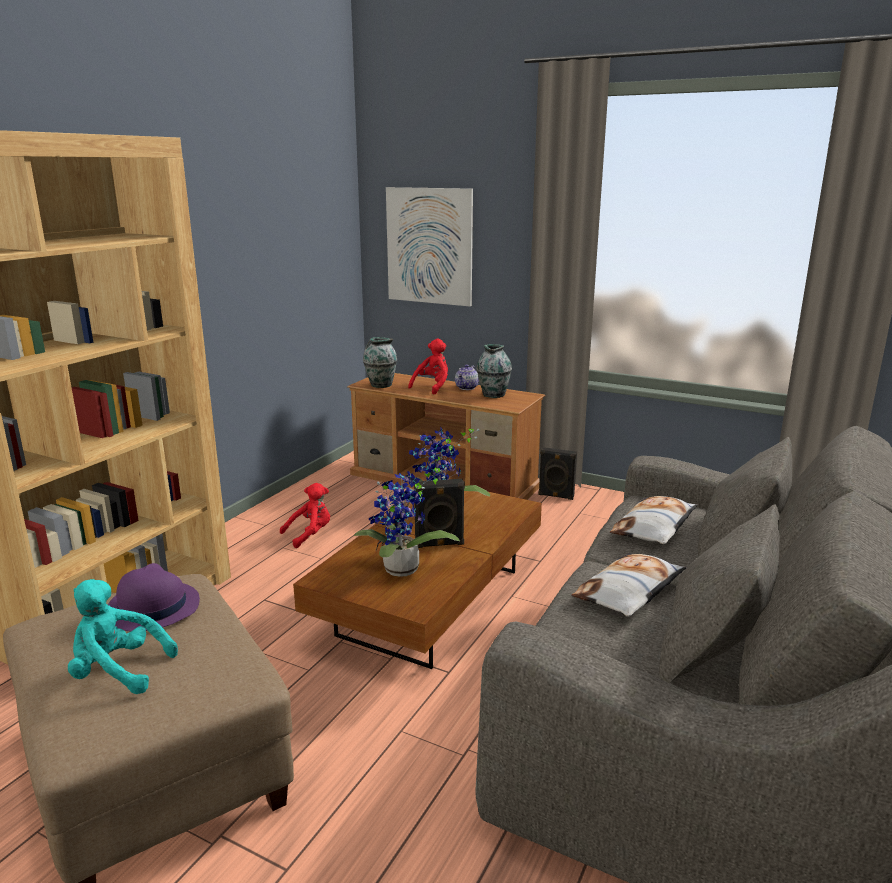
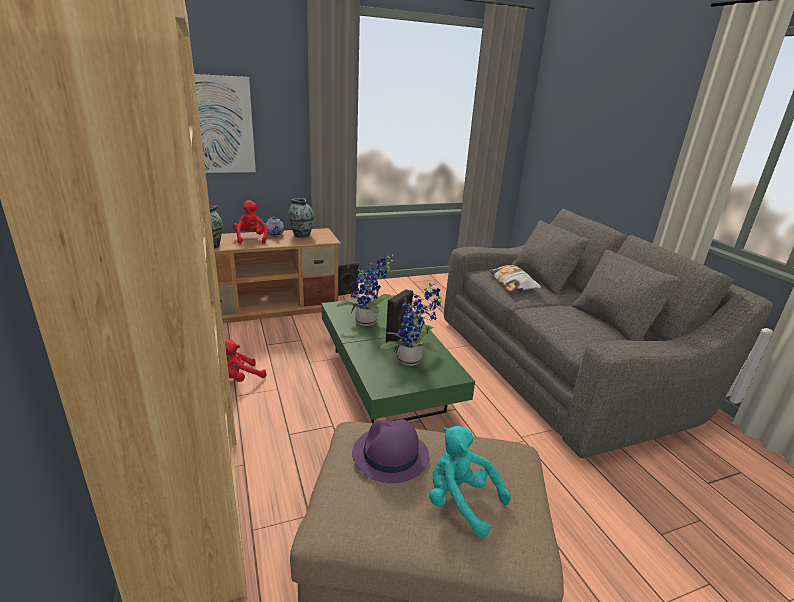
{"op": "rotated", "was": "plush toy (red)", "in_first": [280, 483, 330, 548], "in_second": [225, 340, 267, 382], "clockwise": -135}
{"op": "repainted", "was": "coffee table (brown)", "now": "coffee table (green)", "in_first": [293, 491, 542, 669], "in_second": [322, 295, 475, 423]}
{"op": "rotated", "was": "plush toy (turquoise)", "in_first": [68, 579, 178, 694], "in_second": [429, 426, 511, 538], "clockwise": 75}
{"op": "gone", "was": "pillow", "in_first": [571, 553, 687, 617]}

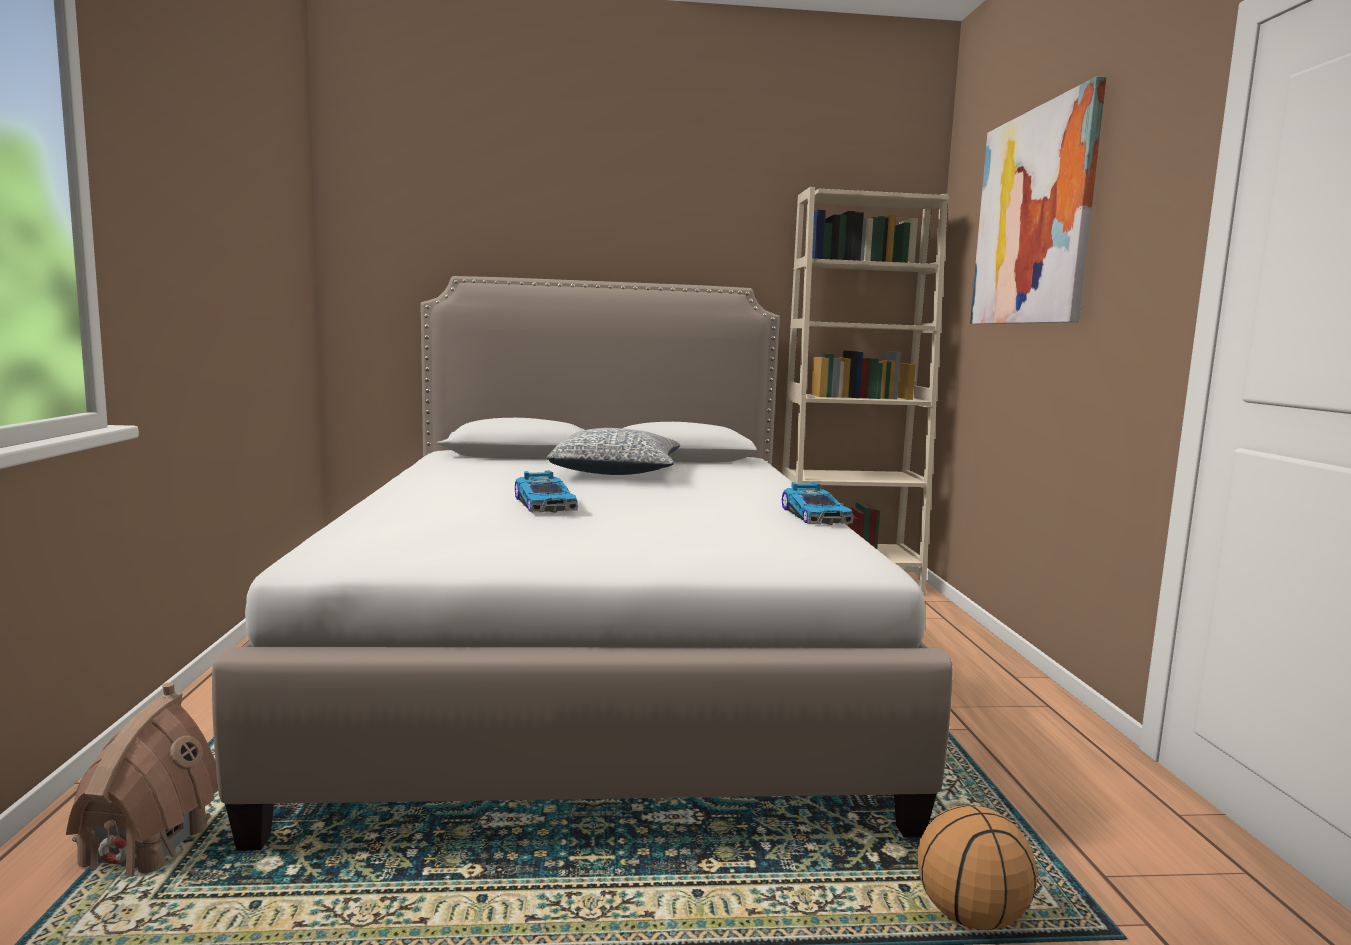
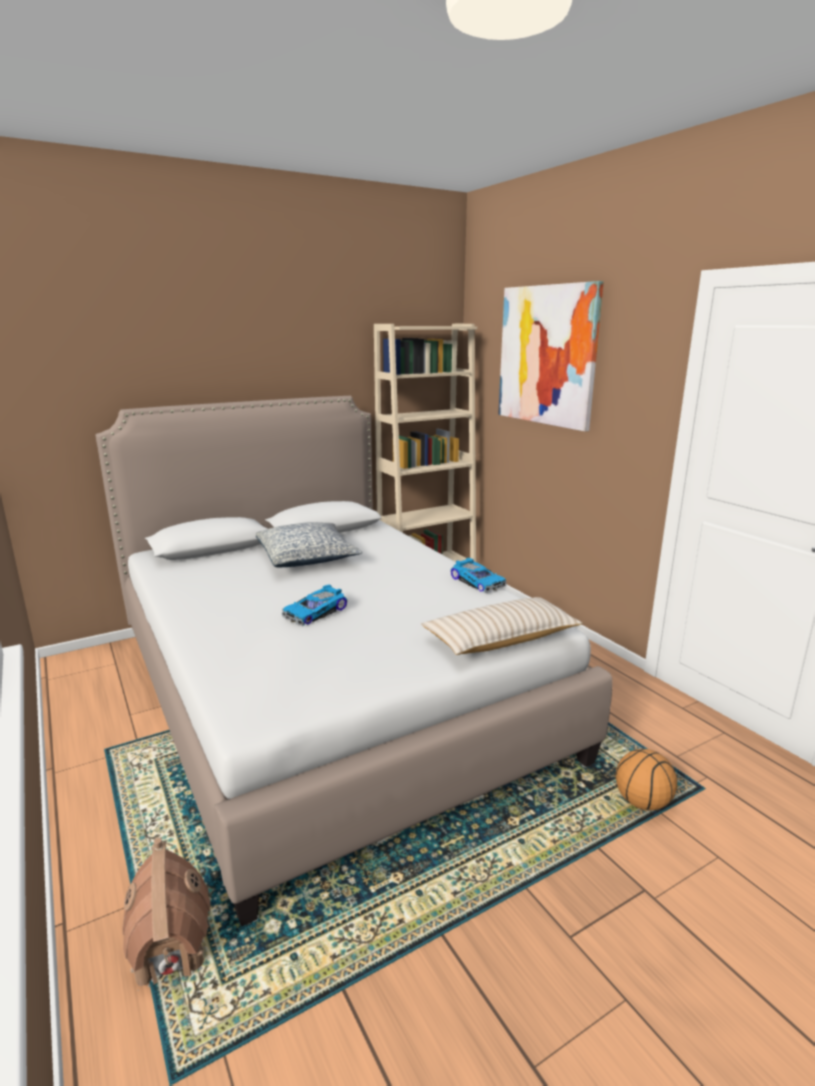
{"op": "rotated", "was": "toy car", "in_first": [515, 471, 578, 513], "in_second": [282, 584, 347, 626], "clockwise": 90}
{"op": "new", "now": "pillow (beige)", "in_second": [421, 597, 583, 655]}

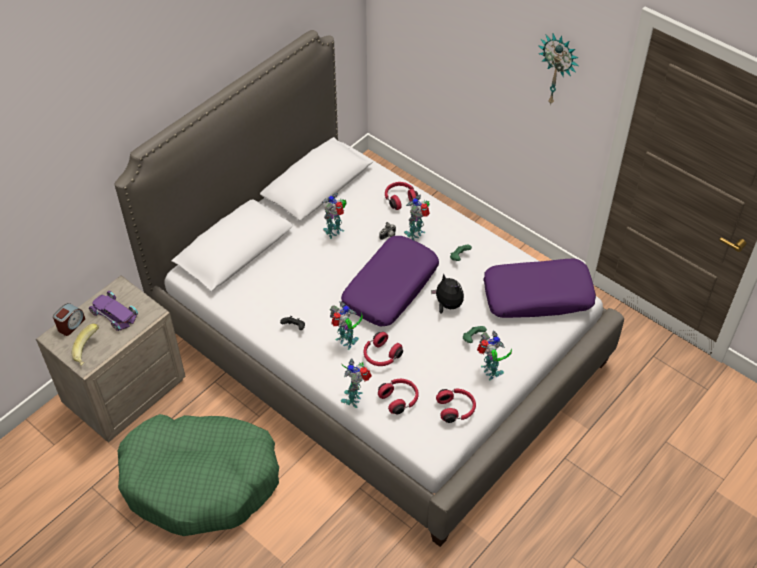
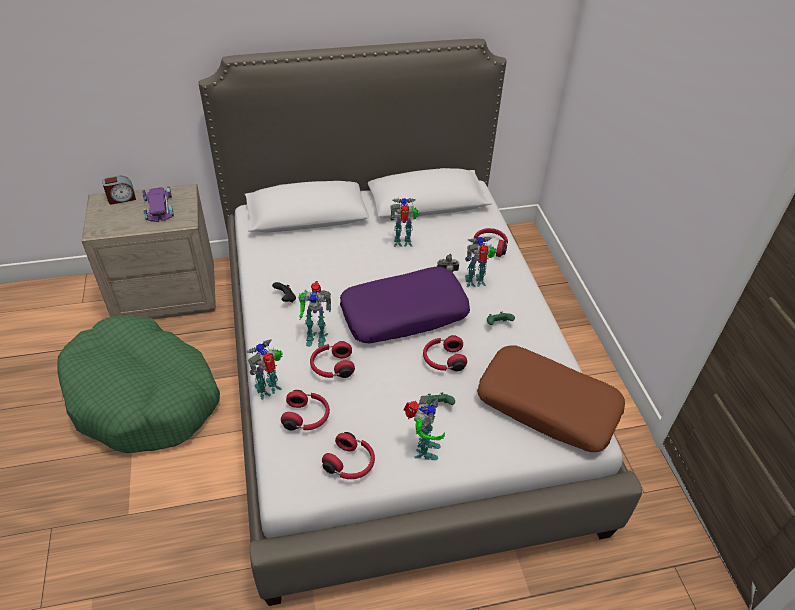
{"op": "rotated", "was": "toy robot", "in_first": [330, 301, 363, 350], "in_second": [298, 281, 331, 347], "clockwise": 105}
{"op": "swapped", "was": "plush toy", "now": "headphones (red)", "in_first": [431, 273, 464, 314], "in_second": [423, 335, 467, 371]}
{"op": "repainted", "was": "pillow (purple)", "now": "pillow (brown)", "in_first": [483, 259, 596, 318], "in_second": [477, 345, 625, 452]}
{"op": "gone", "was": "banana", "in_first": [72, 324, 99, 366]}
{"op": "gone", "was": "wall clock", "in_first": [538, 34, 579, 105]}

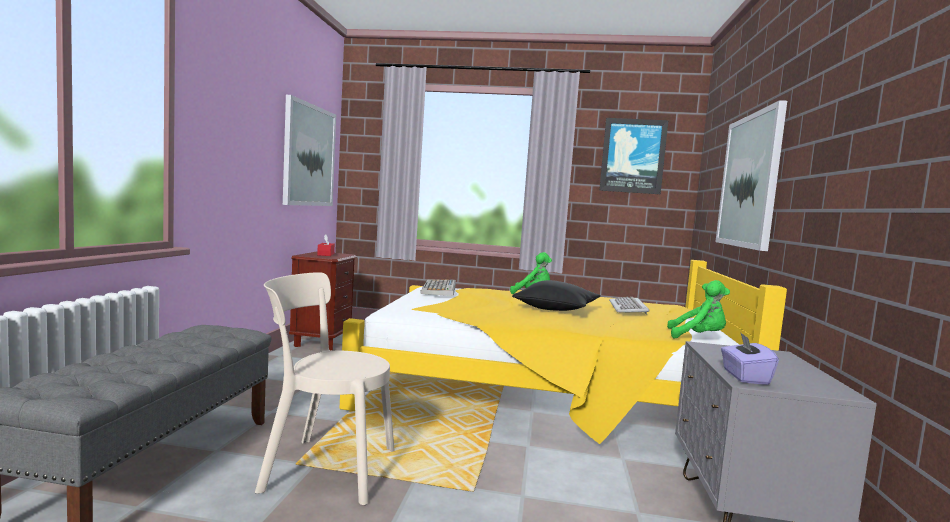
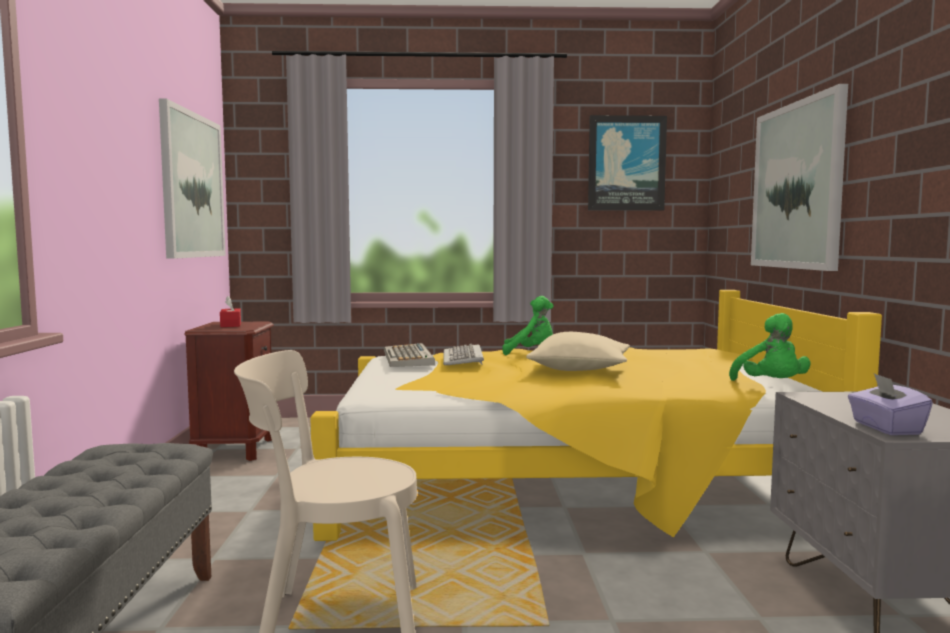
{"op": "shifted", "was": "keyboard", "in_first": [609, 297, 650, 315], "in_second": [443, 344, 484, 365]}
{"op": "repainted", "was": "pillow (black)", "now": "pillow (beige)", "in_first": [512, 280, 601, 311], "in_second": [526, 332, 630, 371]}
{"op": "rotated", "was": "plush toy (green)", "in_first": [667, 280, 730, 339], "in_second": [729, 313, 811, 381], "clockwise": 75}

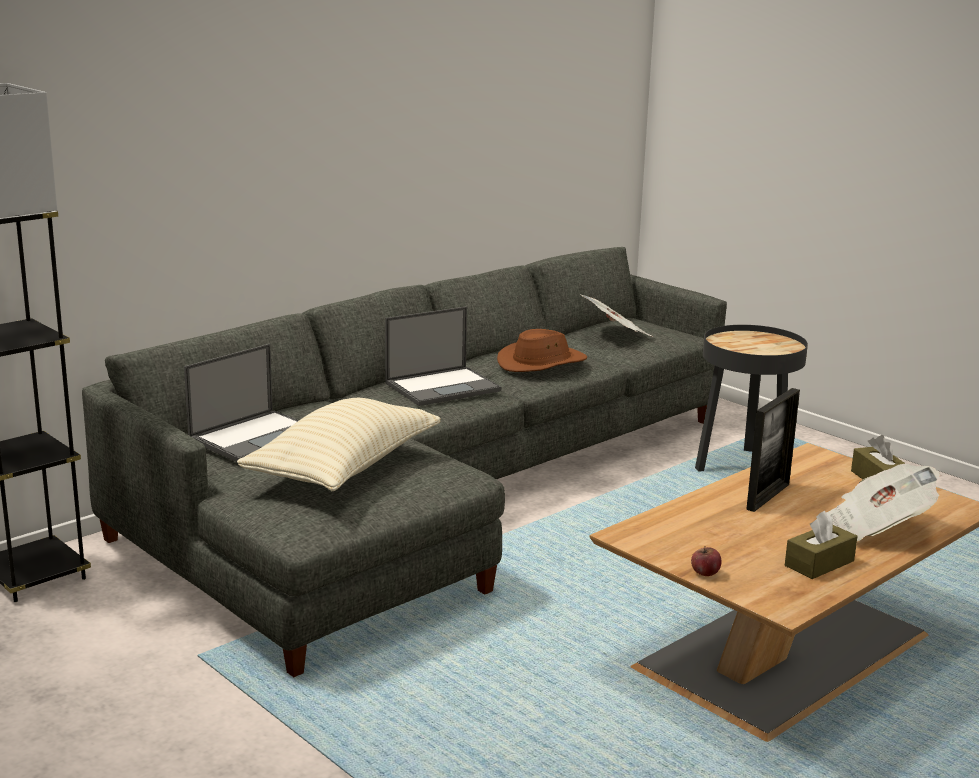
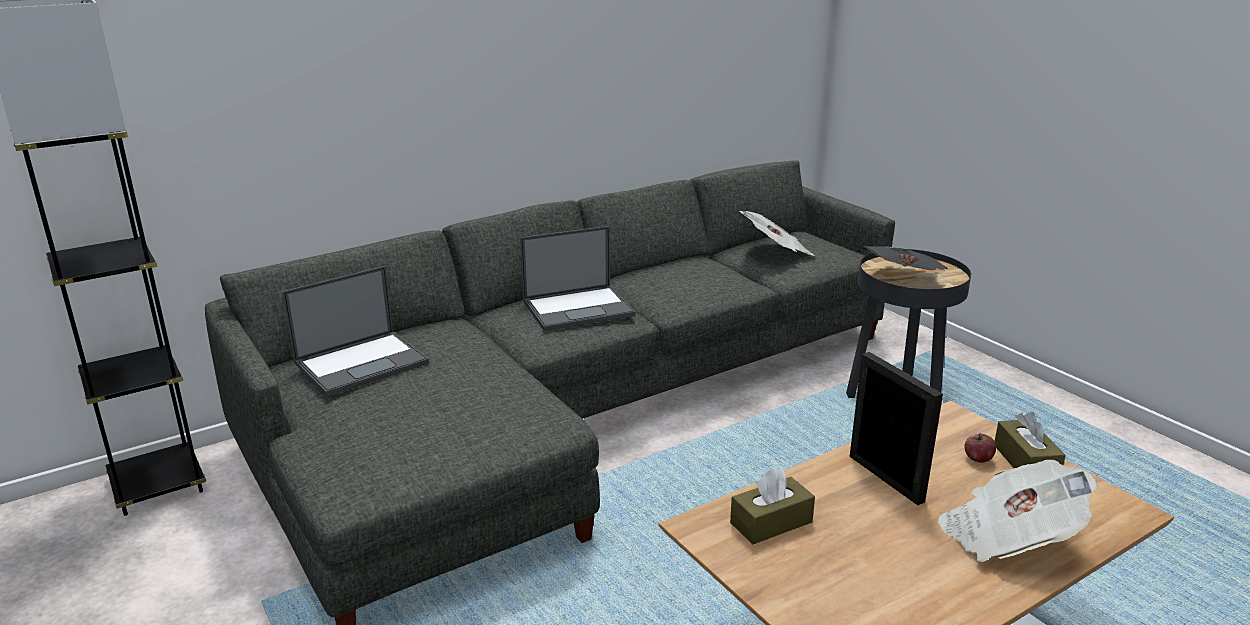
{"op": "shifted", "was": "tissue box (brown)", "in_first": [785, 511, 857, 579], "in_second": [730, 468, 815, 544]}
{"op": "rotated", "was": "picture frame", "in_first": [746, 388, 800, 512], "in_second": [850, 352, 943, 505], "clockwise": -75}
{"op": "new", "now": "newspaper", "in_second": [863, 246, 947, 270]}
{"op": "shifted", "was": "apple", "in_first": [691, 546, 722, 576], "in_second": [965, 433, 996, 463]}
{"op": "gone", "was": "pillow (beige)", "in_first": [237, 398, 441, 491]}
{"op": "gone", "was": "hat (brown)", "in_first": [497, 329, 587, 372]}

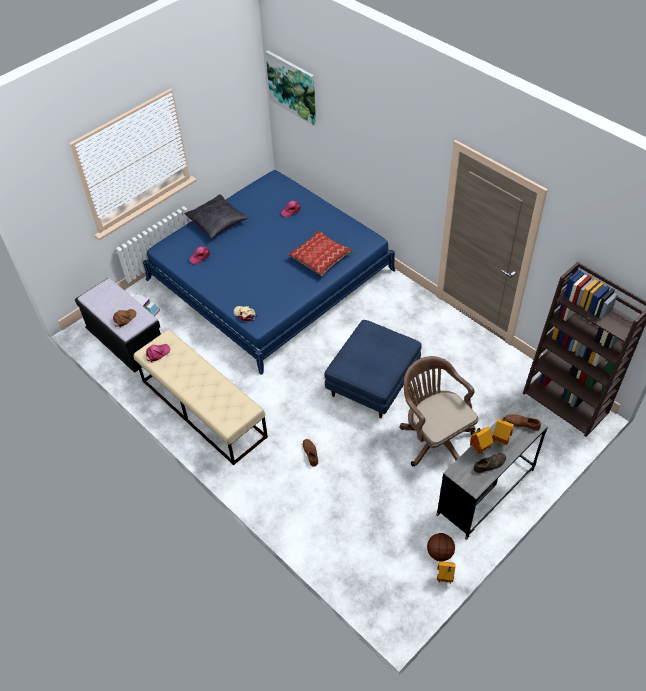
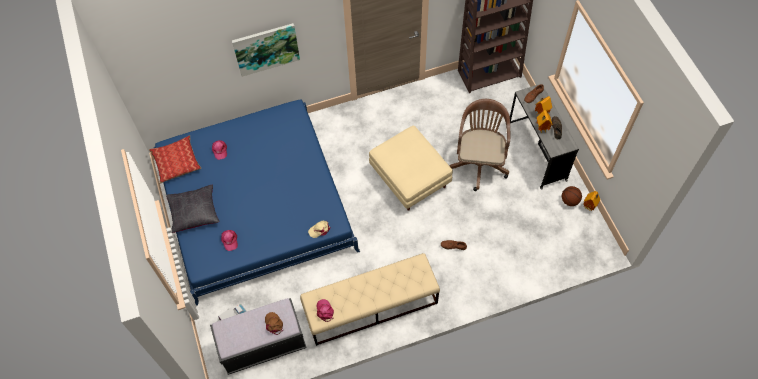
{"op": "shifted", "was": "pillow", "in_first": [287, 230, 353, 276], "in_second": [149, 135, 201, 183]}
{"op": "shifted", "was": "picture", "in_first": [266, 51, 316, 126], "in_second": [232, 23, 300, 77]}
{"op": "repainted", "was": "ottoman (blue)", "now": "ottoman (beige)", "in_first": [325, 320, 422, 418], "in_second": [369, 126, 453, 211]}
{"op": "rotated", "was": "office chair (brown)", "in_first": [399, 356, 479, 467], "in_second": [450, 99, 510, 191], "clockwise": 105}

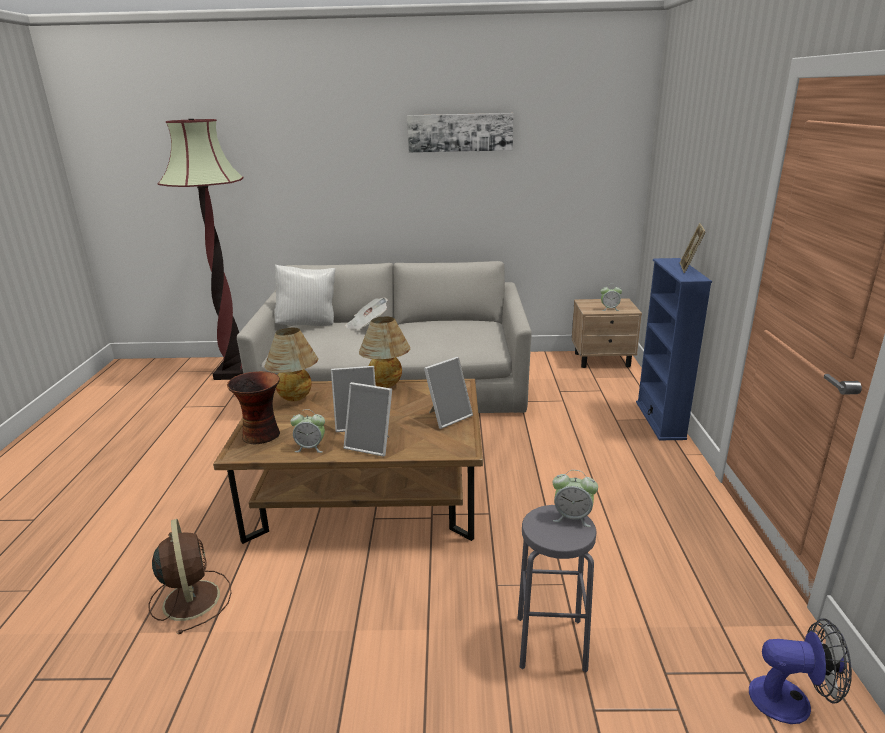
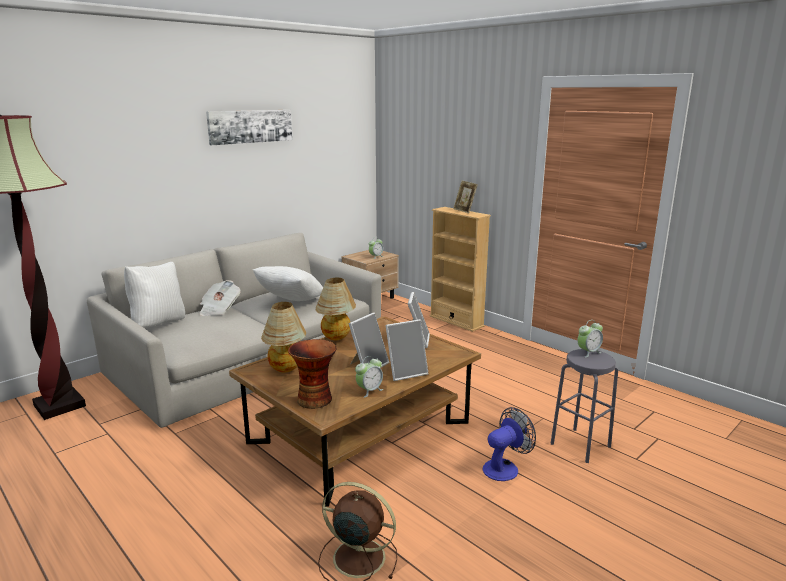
{"op": "new", "now": "pillow (white)", "in_second": [253, 266, 323, 301]}
{"op": "repainted", "was": "bookcase (blue)", "now": "bookcase (beige)", "in_first": [636, 258, 712, 440], "in_second": [429, 207, 491, 332]}
{"op": "shifted", "was": "fan", "in_first": [749, 618, 852, 724], "in_second": [483, 407, 536, 481]}

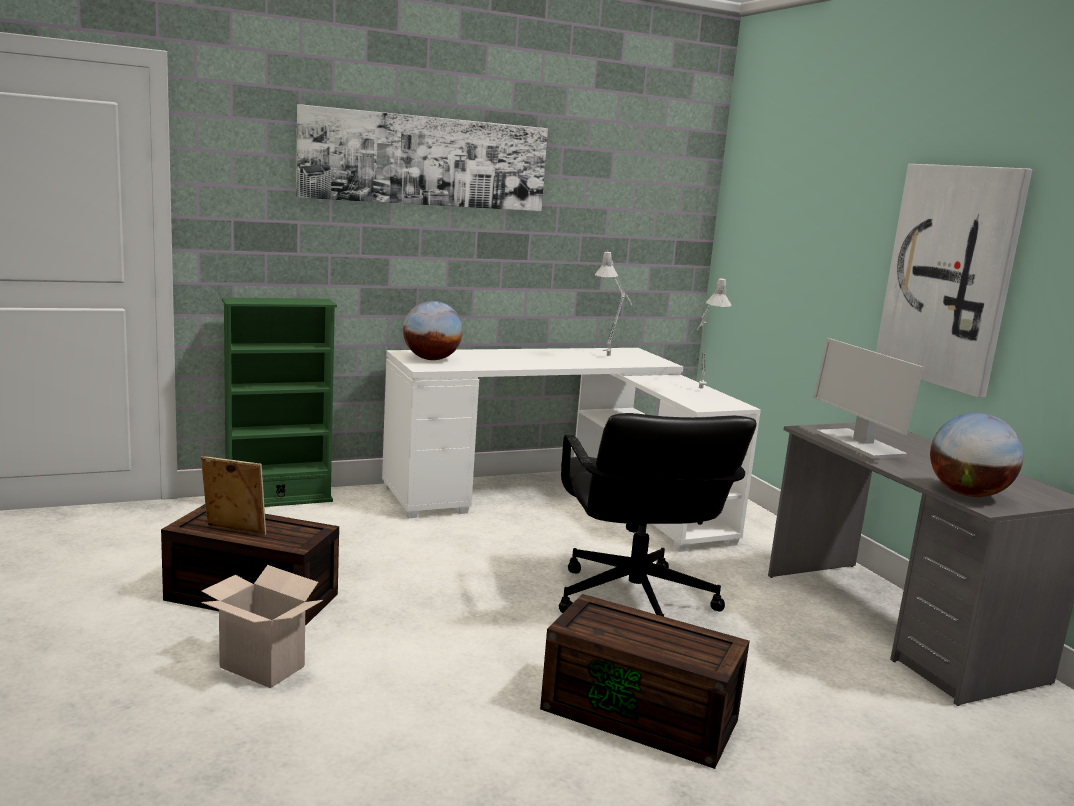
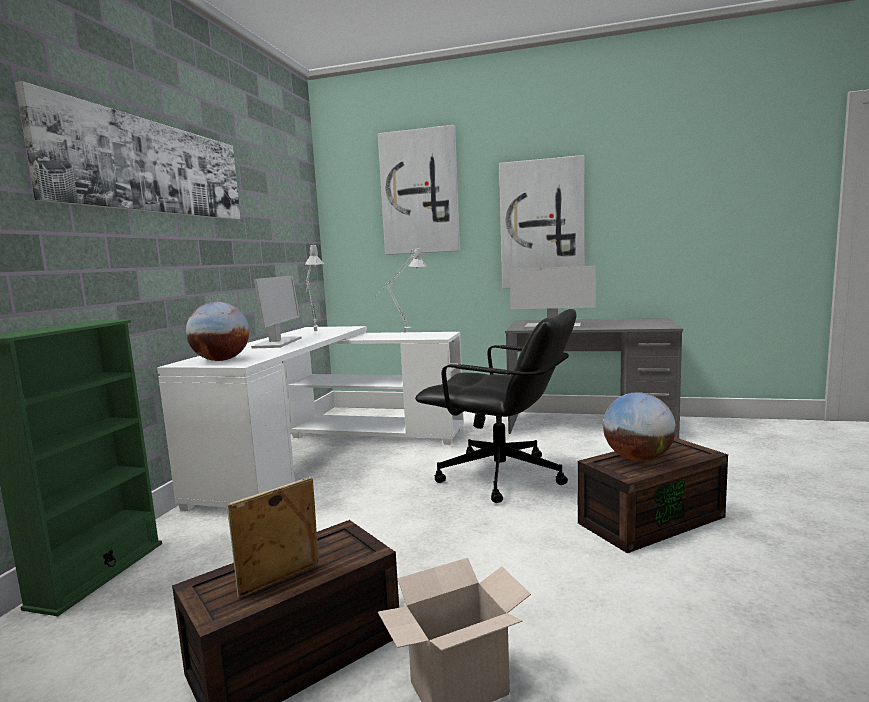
{"op": "new", "now": "monitor", "in_second": [251, 275, 302, 349]}
{"op": "new", "now": "picture", "in_second": [378, 125, 460, 255]}
{"op": "shifted", "was": "globe", "in_first": [930, 413, 1023, 497], "in_second": [603, 392, 676, 461]}

